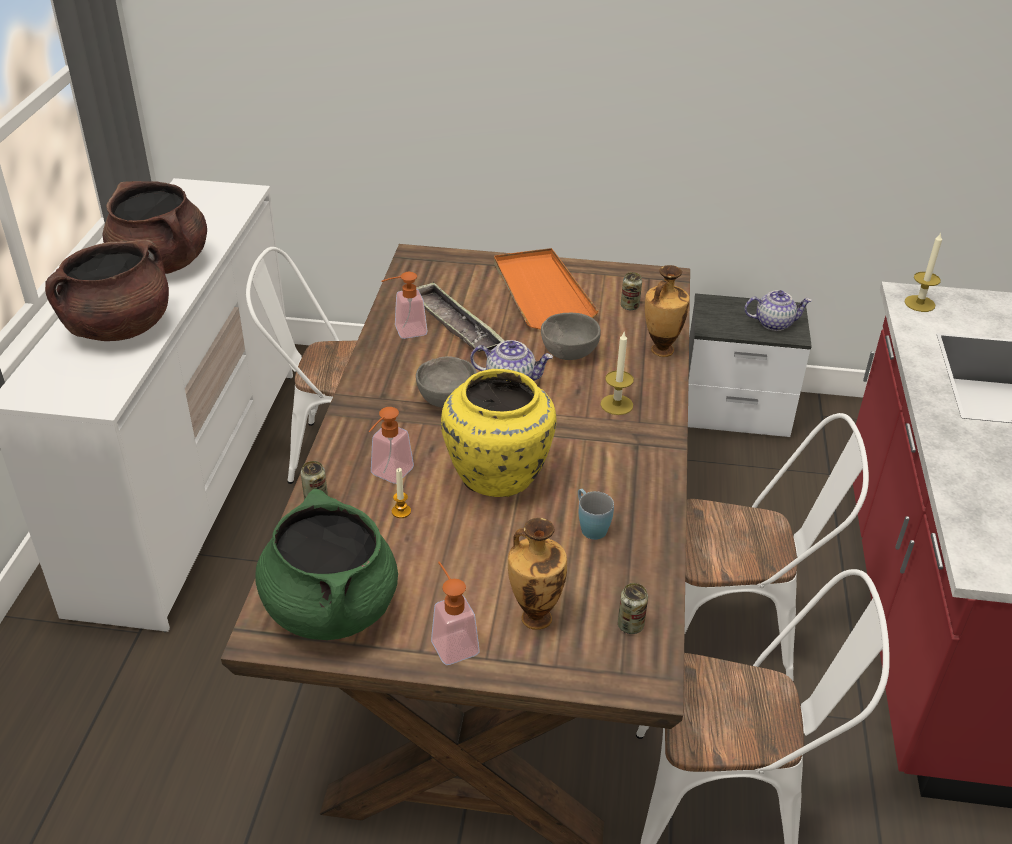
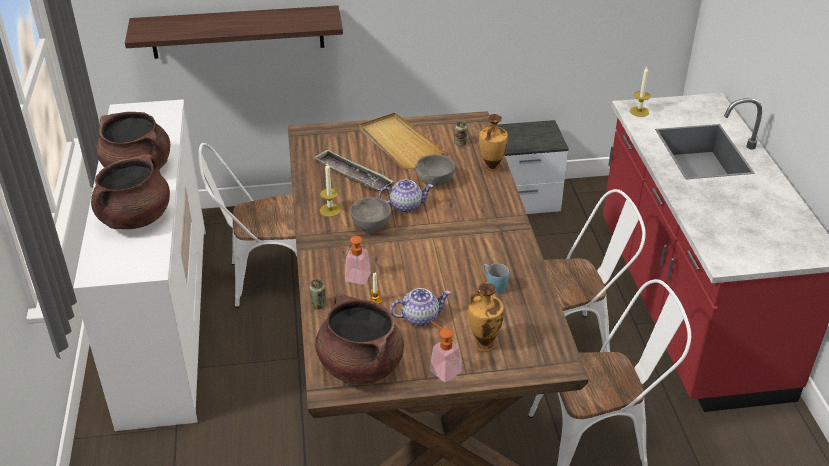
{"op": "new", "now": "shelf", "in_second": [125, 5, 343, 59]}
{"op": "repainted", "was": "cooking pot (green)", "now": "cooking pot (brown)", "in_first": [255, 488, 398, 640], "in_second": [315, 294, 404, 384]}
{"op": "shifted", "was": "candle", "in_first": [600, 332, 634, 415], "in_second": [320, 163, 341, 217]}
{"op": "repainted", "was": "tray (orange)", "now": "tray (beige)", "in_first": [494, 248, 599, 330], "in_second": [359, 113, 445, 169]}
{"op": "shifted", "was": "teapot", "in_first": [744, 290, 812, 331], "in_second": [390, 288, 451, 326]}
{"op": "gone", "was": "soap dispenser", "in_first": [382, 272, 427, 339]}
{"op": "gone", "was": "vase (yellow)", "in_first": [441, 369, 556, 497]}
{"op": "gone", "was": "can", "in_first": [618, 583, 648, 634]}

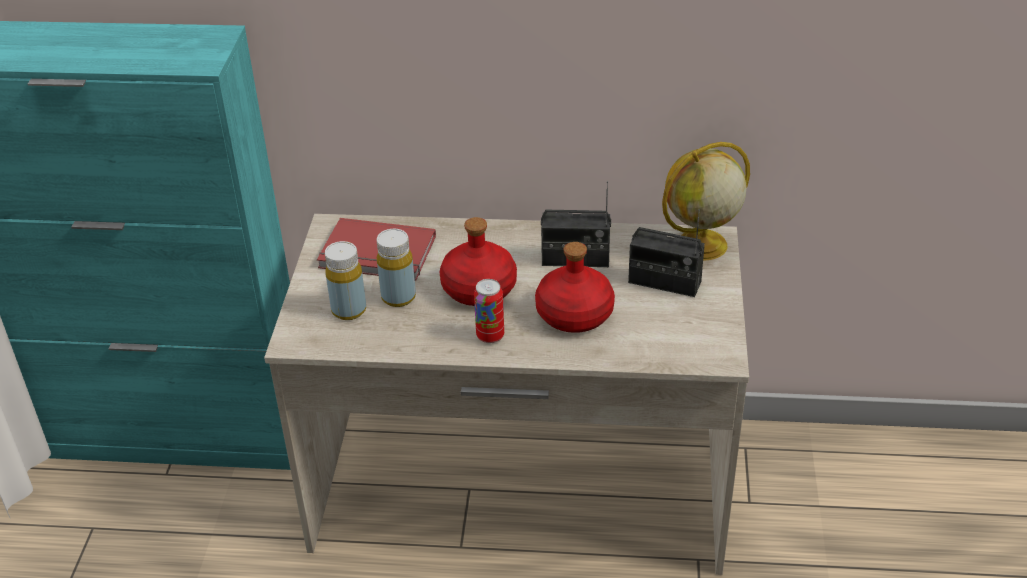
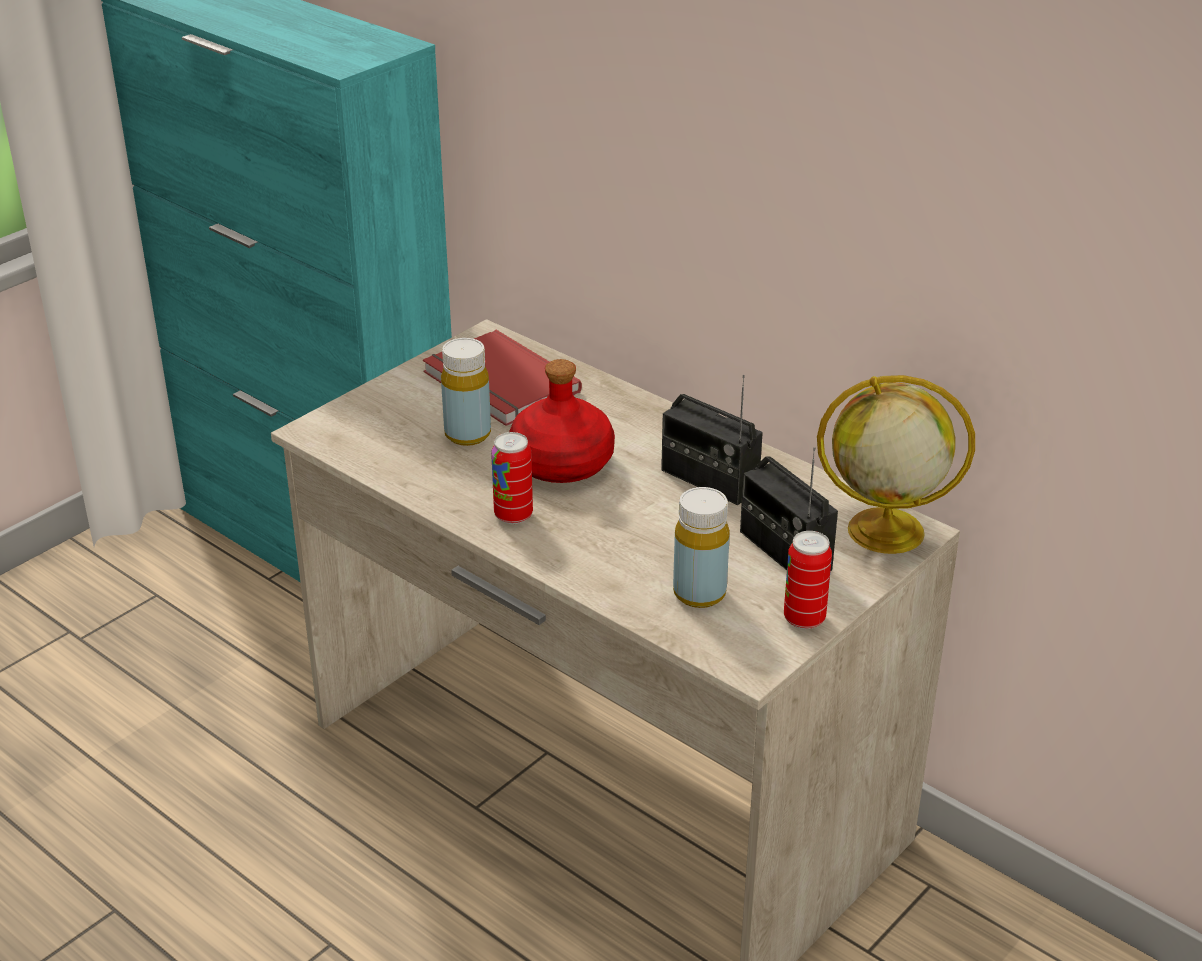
{"op": "shifted", "was": "bottle (yellow)", "in_first": [325, 241, 366, 320], "in_second": [673, 487, 730, 608]}
{"op": "new", "now": "can", "in_second": [784, 531, 832, 629]}
{"op": "gone", "was": "bottle (red)", "in_first": [535, 242, 615, 333]}

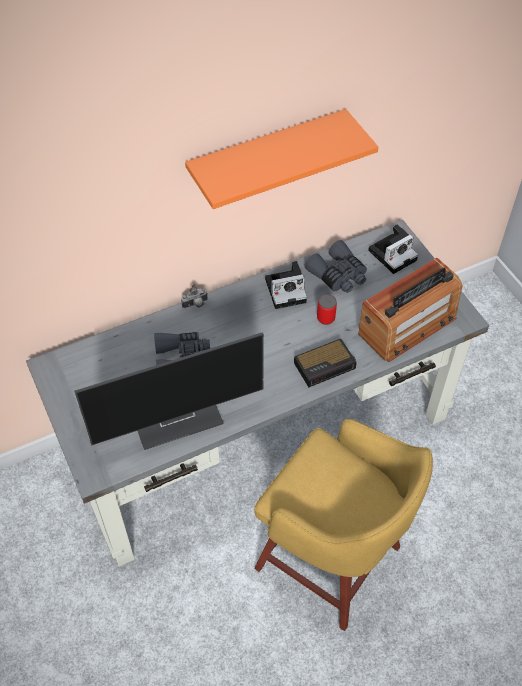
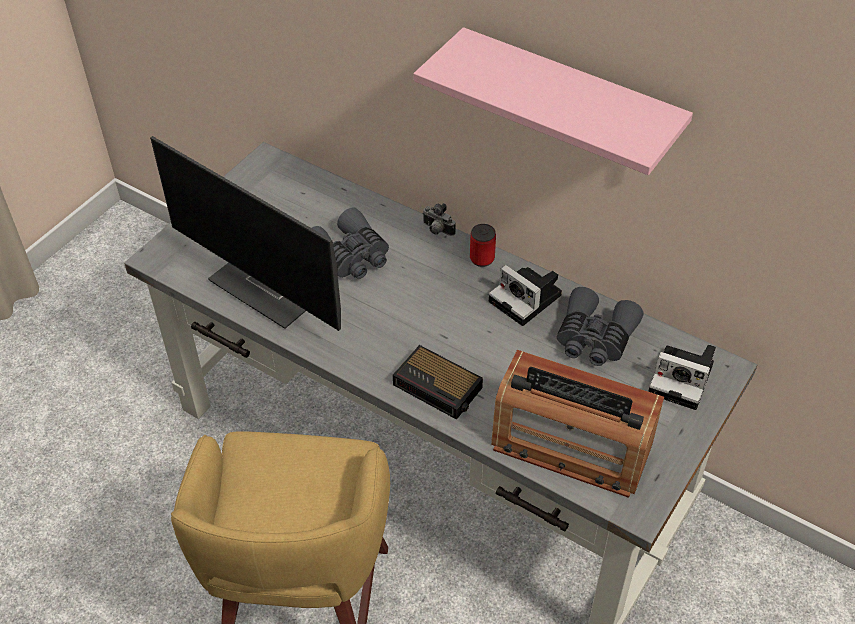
{"op": "repainted", "was": "shelf (orange)", "now": "shelf (pink)", "in_first": [185, 109, 378, 209], "in_second": [414, 27, 693, 175]}
{"op": "shifted", "was": "can", "in_first": [317, 294, 337, 325], "in_second": [470, 224, 496, 267]}

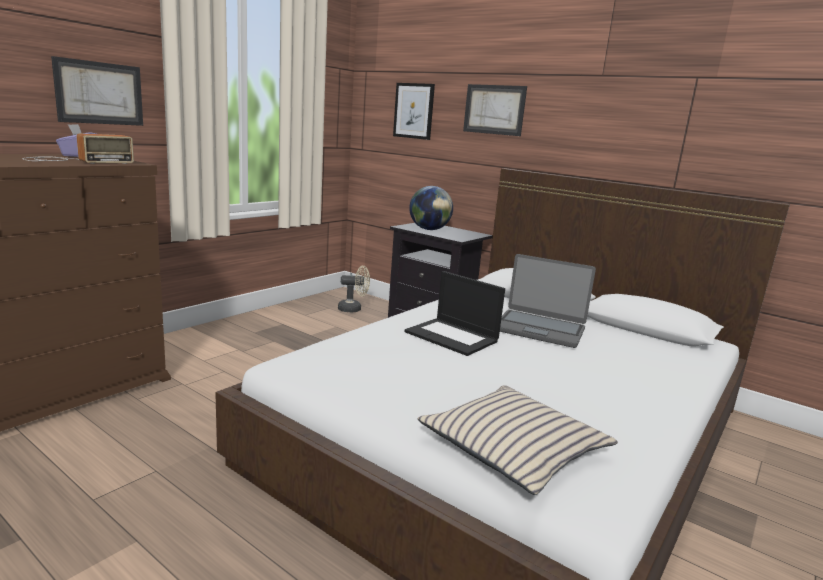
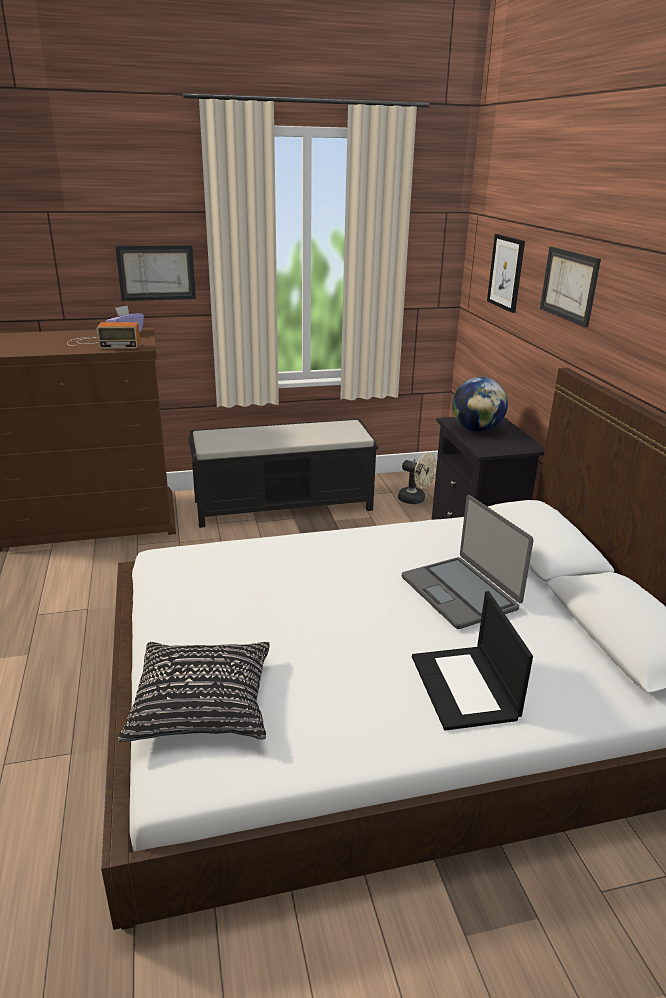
{"op": "repainted", "was": "pillow (beige)", "now": "pillow (black)", "in_first": [418, 385, 618, 495], "in_second": [118, 642, 270, 742]}
{"op": "new", "now": "bench (black)", "in_second": [189, 419, 378, 528]}
{"op": "shifted", "was": "laptop", "in_first": [405, 271, 505, 356], "in_second": [412, 591, 533, 731]}

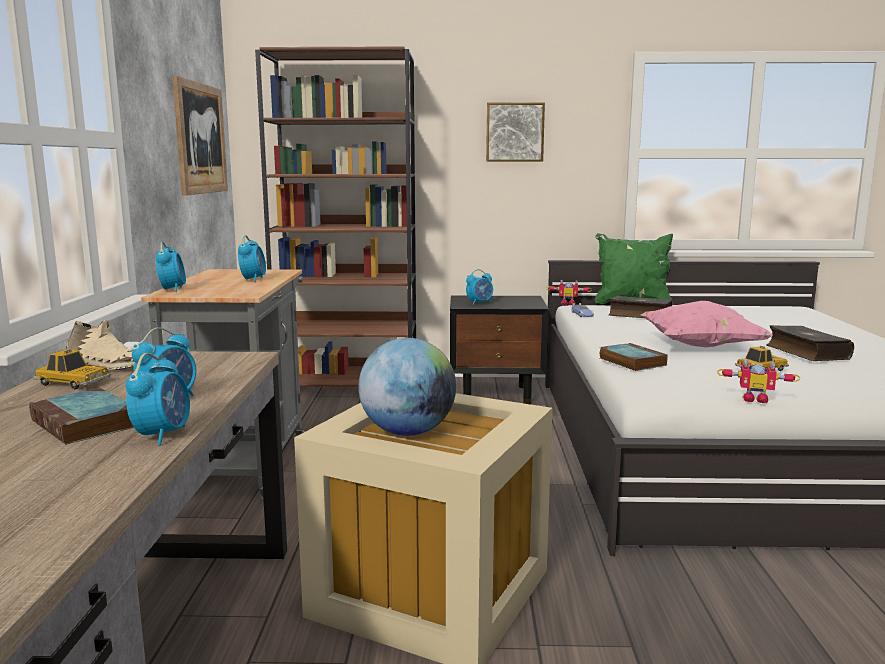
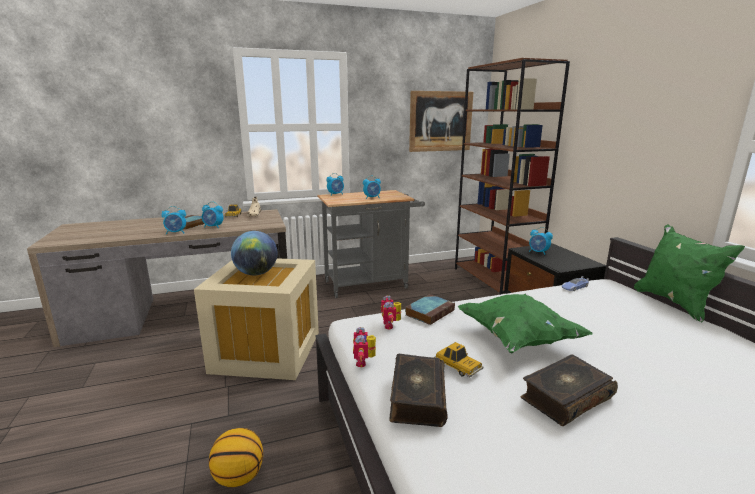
{"op": "new", "now": "basketball", "in_second": [209, 428, 263, 487]}
{"op": "shifted", "was": "toy robot", "in_first": [546, 280, 592, 305], "in_second": [381, 296, 401, 329]}
{"op": "shifted", "was": "book", "in_first": [609, 296, 672, 318], "in_second": [390, 354, 448, 427]}
{"op": "repainted", "was": "pillow (pink)", "now": "pillow (green)", "in_first": [641, 301, 773, 347], "in_second": [458, 293, 593, 354]}
{"op": "gone", "was": "picture", "in_first": [486, 102, 545, 162]}

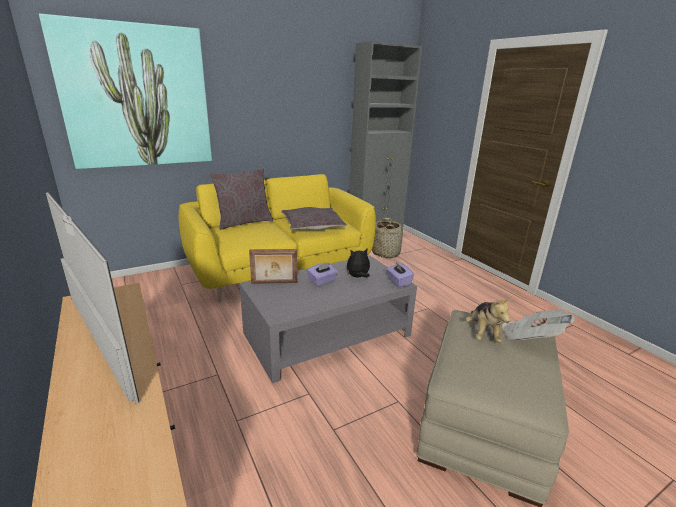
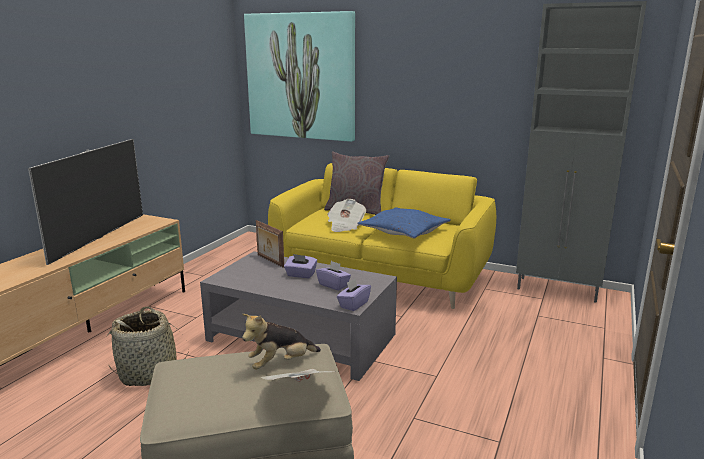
{"op": "shifted", "was": "basket", "in_first": [372, 218, 403, 258], "in_second": [107, 306, 189, 386]}
{"op": "swapped", "was": "plush toy", "now": "tissue box (purple)", "in_first": [347, 249, 370, 277], "in_second": [316, 261, 351, 291]}
{"op": "new", "now": "newspaper", "in_second": [328, 199, 366, 232]}
{"op": "repainted", "was": "pillow (grey)", "now": "pillow (blue)", "in_first": [281, 207, 347, 230], "in_second": [358, 207, 451, 238]}

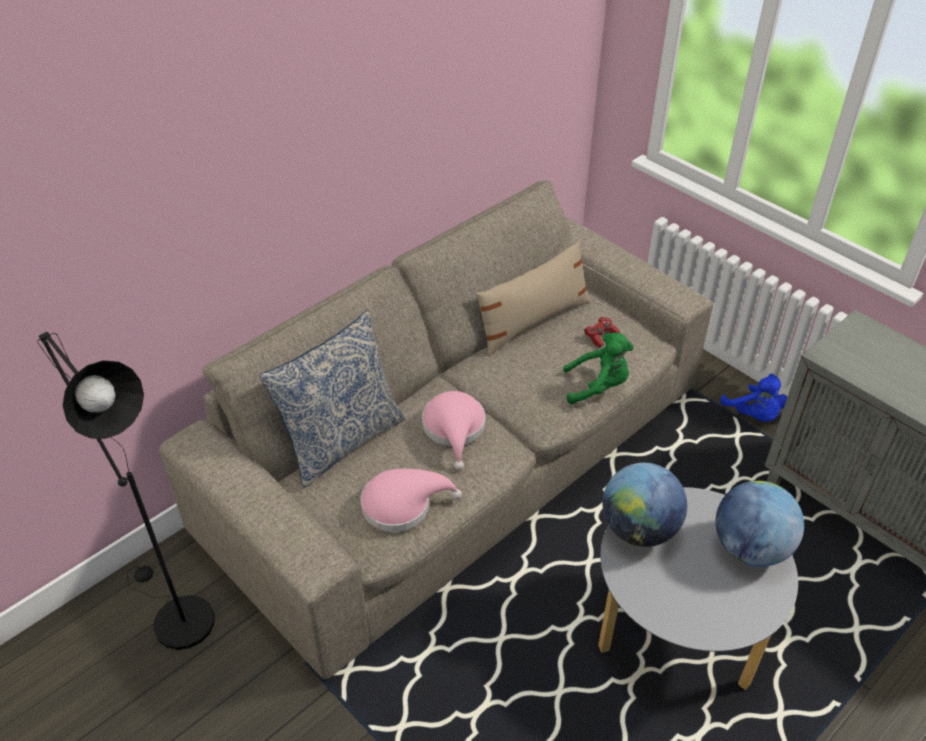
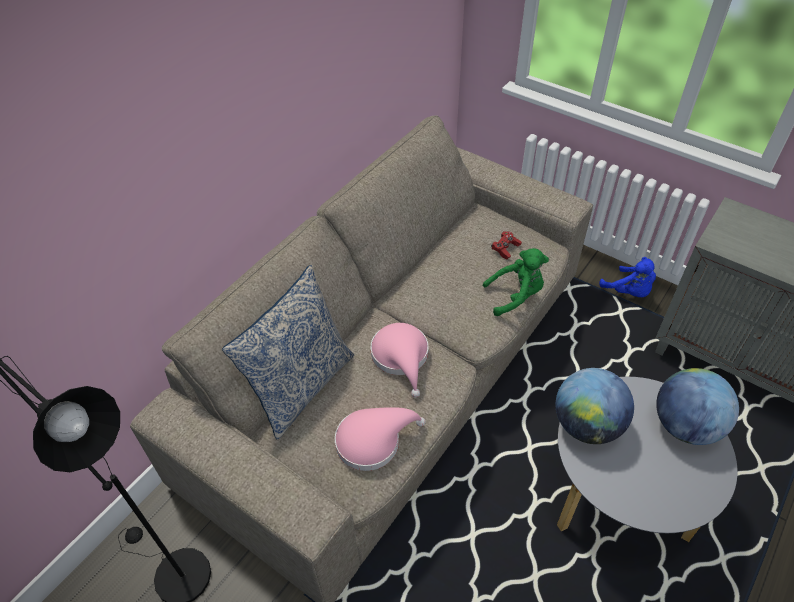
{"op": "gone", "was": "pillow (beige)", "in_first": [475, 241, 591, 356]}

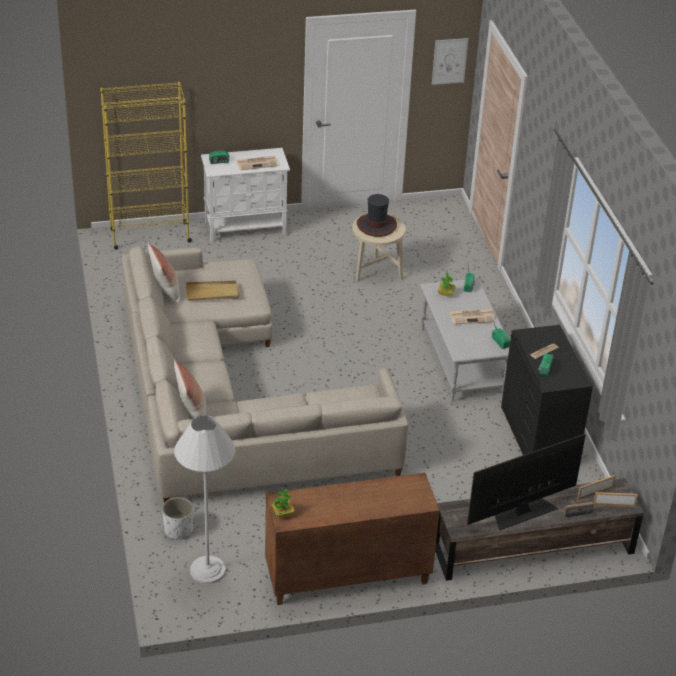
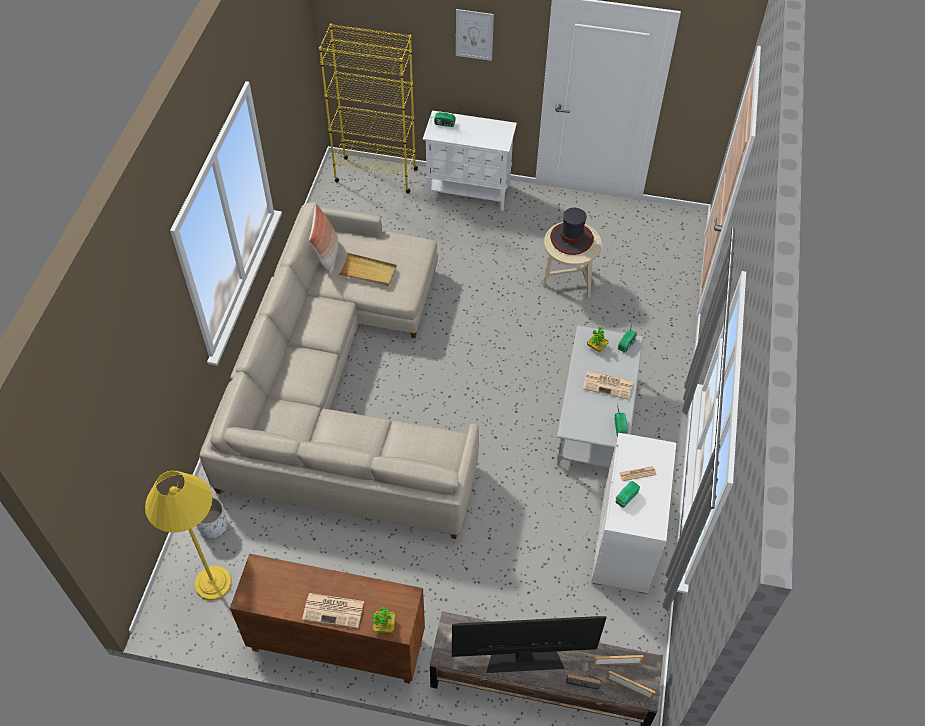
{"op": "repainted", "was": "floor lamp (white)", "now": "floor lamp (yellow)", "in_first": [174, 415, 235, 584], "in_second": [145, 470, 232, 600]}
{"op": "shifted", "was": "newspaper", "in_first": [236, 156, 278, 170], "in_second": [302, 593, 364, 628]}
{"op": "shifted", "was": "potted plant", "in_first": [272, 489, 295, 518], "in_second": [373, 607, 395, 633]}
{"op": "shifted", "was": "picture", "in_first": [432, 38, 468, 85], "in_second": [456, 9, 494, 61]}
{"op": "repainted", "was": "dresser (black)", "now": "dresser (white)", "in_first": [501, 325, 593, 455], "in_second": [591, 433, 676, 594]}
{"op": "gone", "was": "pillow", "in_first": [174, 359, 207, 419]}

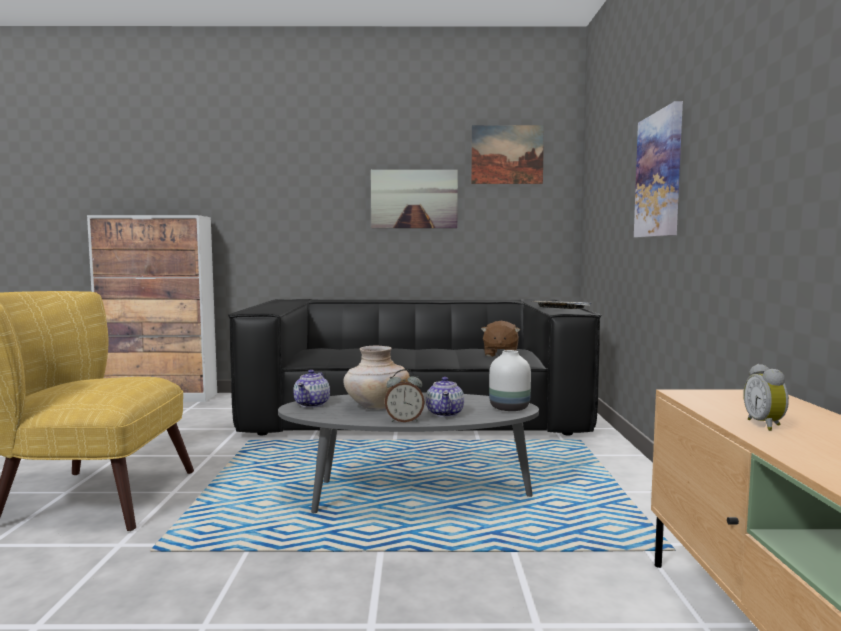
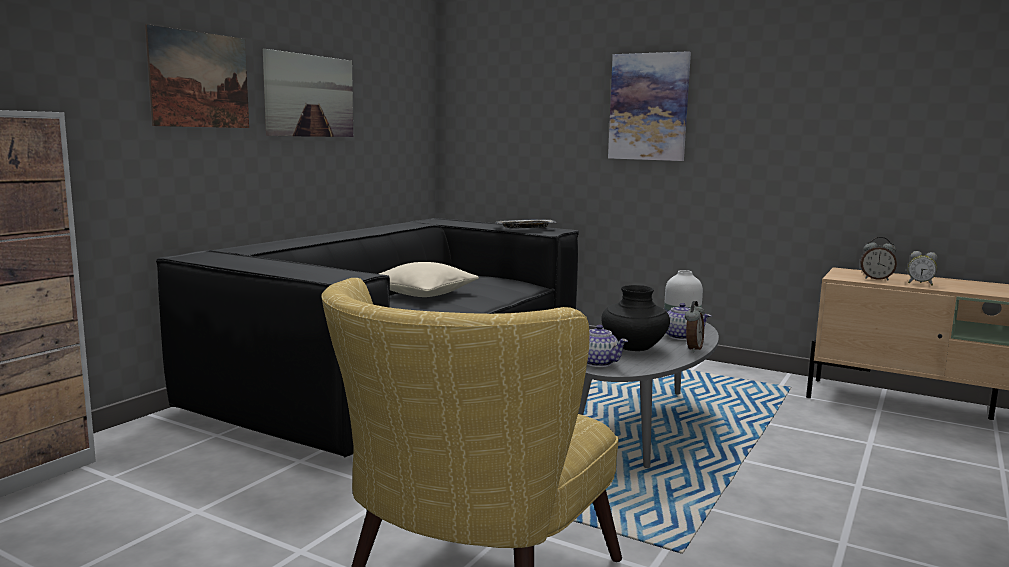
{"op": "shifted", "was": "picture", "in_first": [471, 125, 544, 184], "in_second": [145, 24, 249, 128]}
{"op": "new", "now": "pillow (beige)", "in_second": [379, 262, 479, 297]}
{"op": "repainted", "was": "vase (beige)", "now": "vase (black)", "in_first": [343, 346, 410, 410], "in_second": [601, 285, 670, 351]}
{"op": "new", "now": "alarm clock", "in_second": [860, 237, 897, 280]}
{"op": "gone", "was": "plush toy (brown)", "in_first": [481, 321, 520, 357]}

